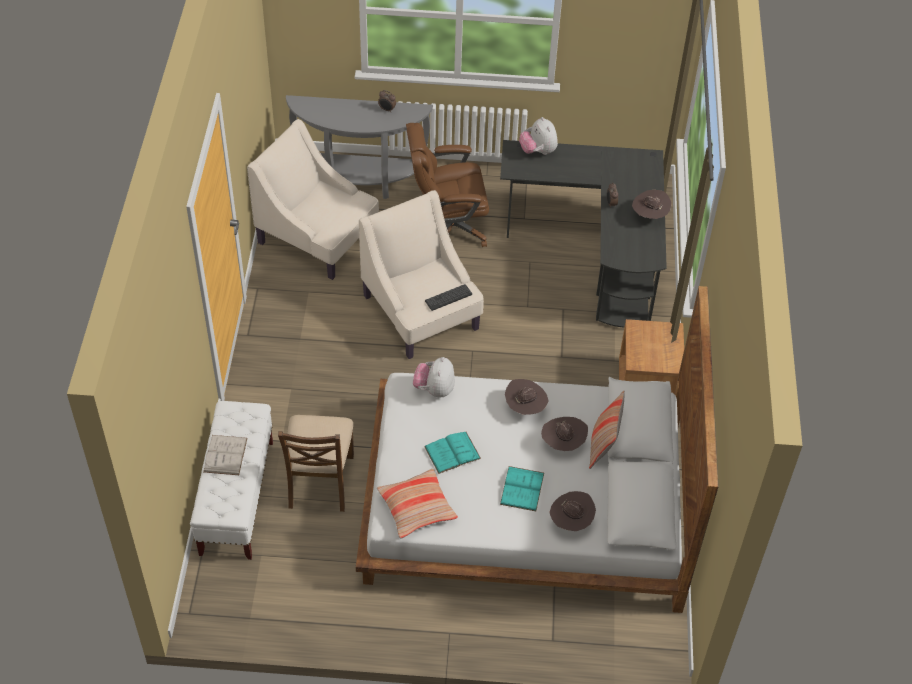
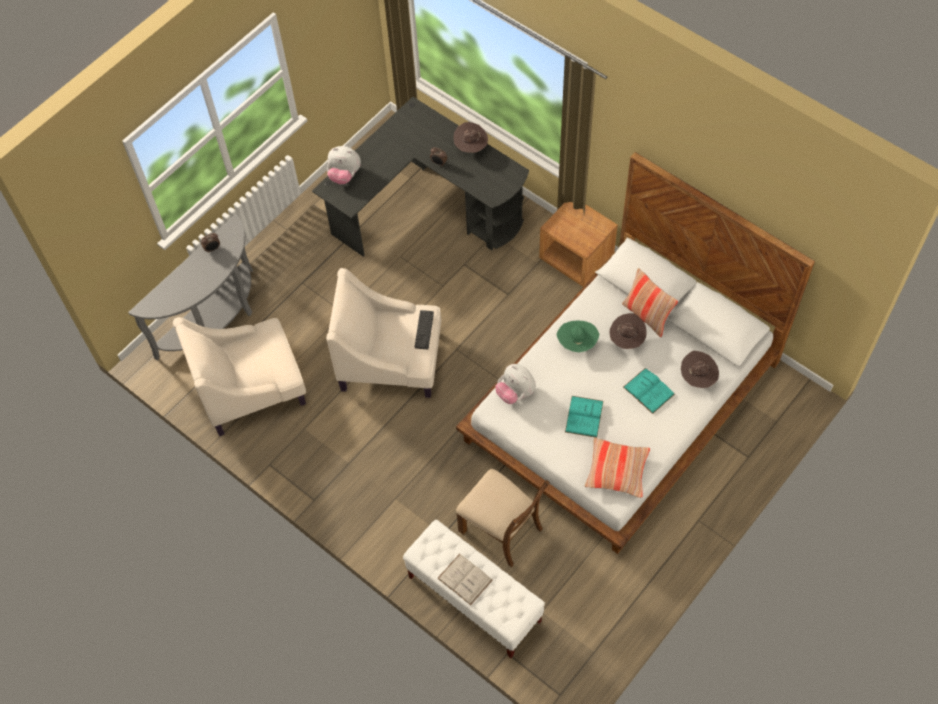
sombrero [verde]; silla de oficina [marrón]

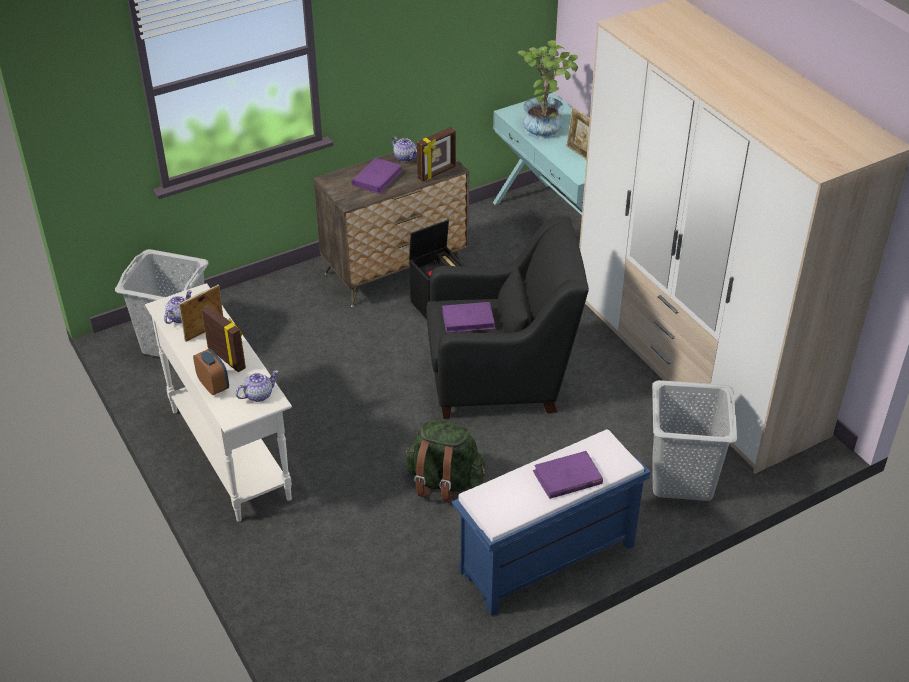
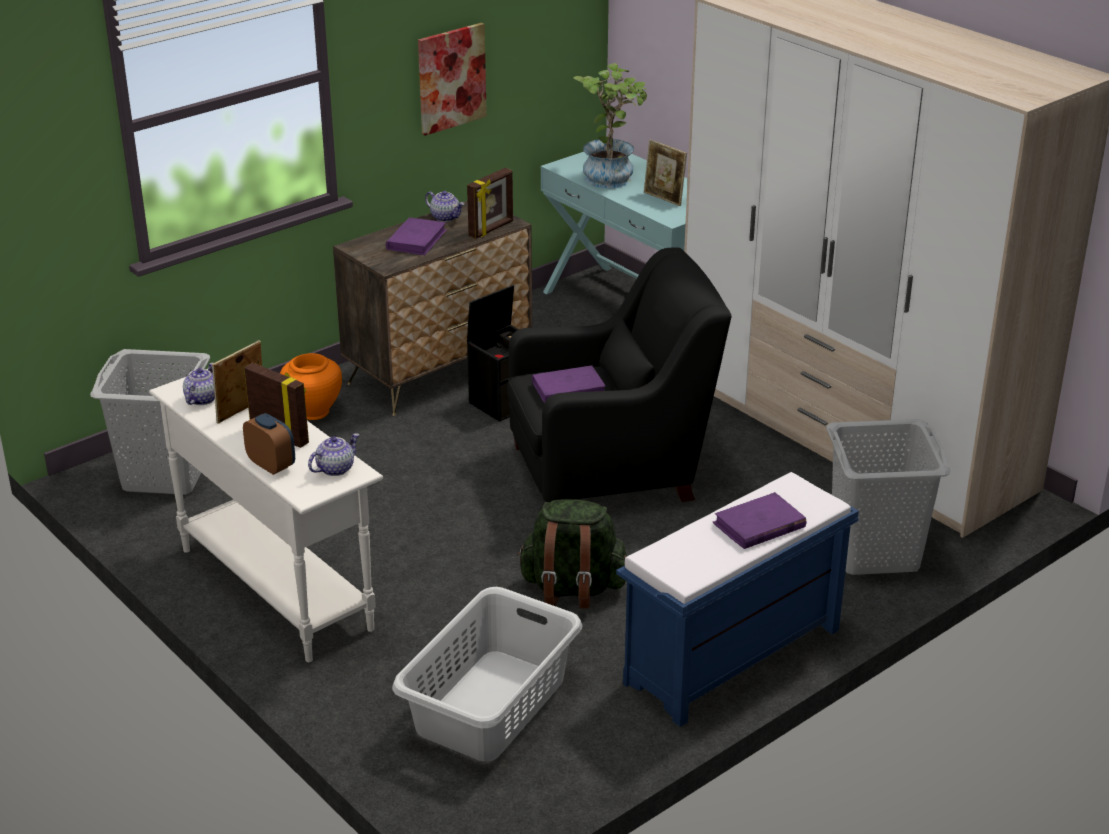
florero [naranja]; cesto de la ropa [gris] (2nd from left); cuadro

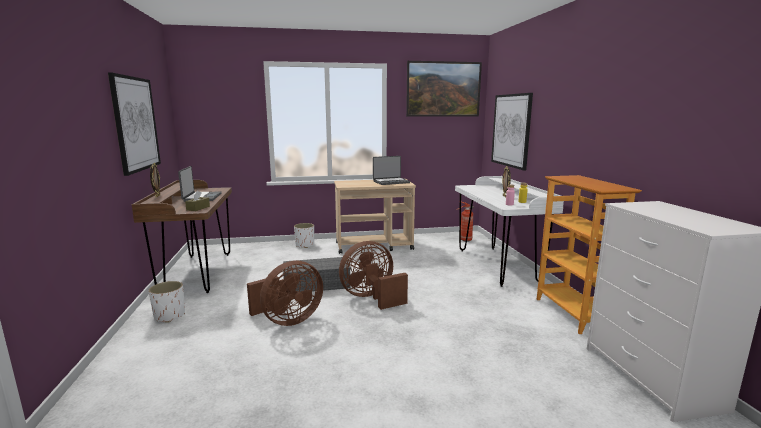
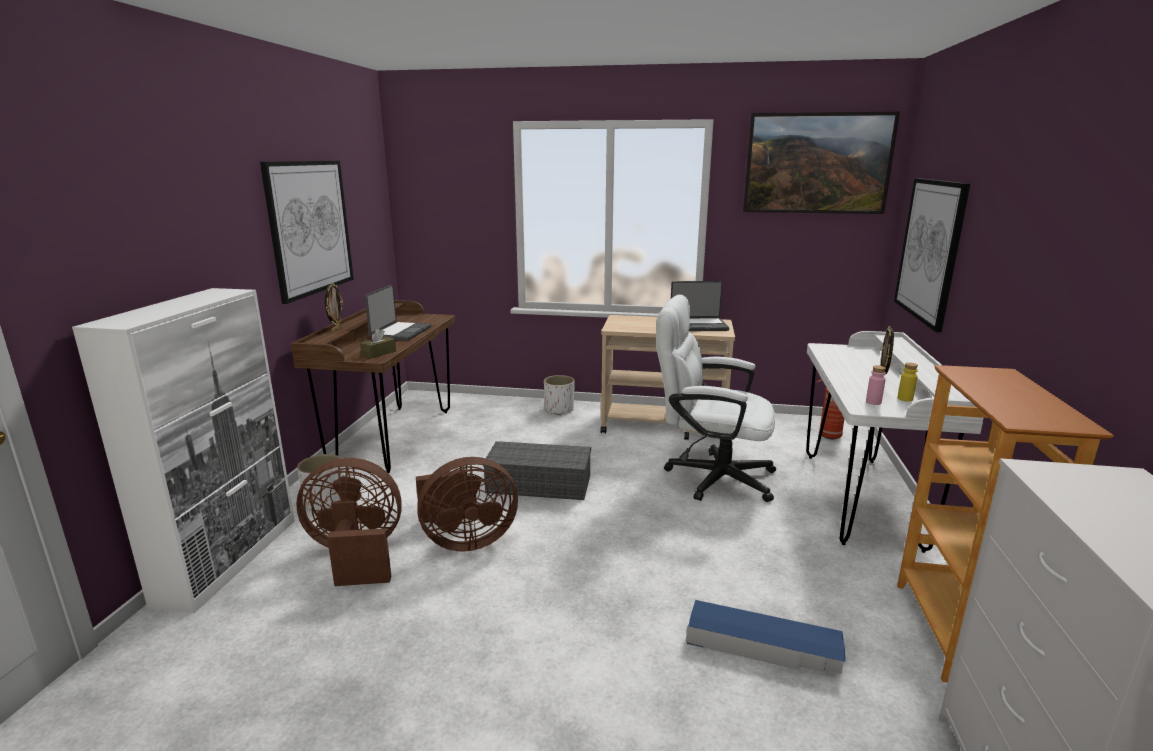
armario [blanco]; ventilador [marrón] (1st from left); silla de oficina [blanco]; caja de almacenaje [azul]

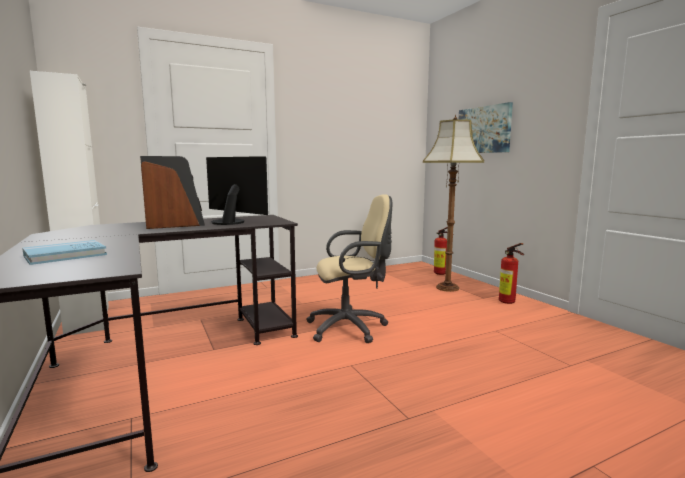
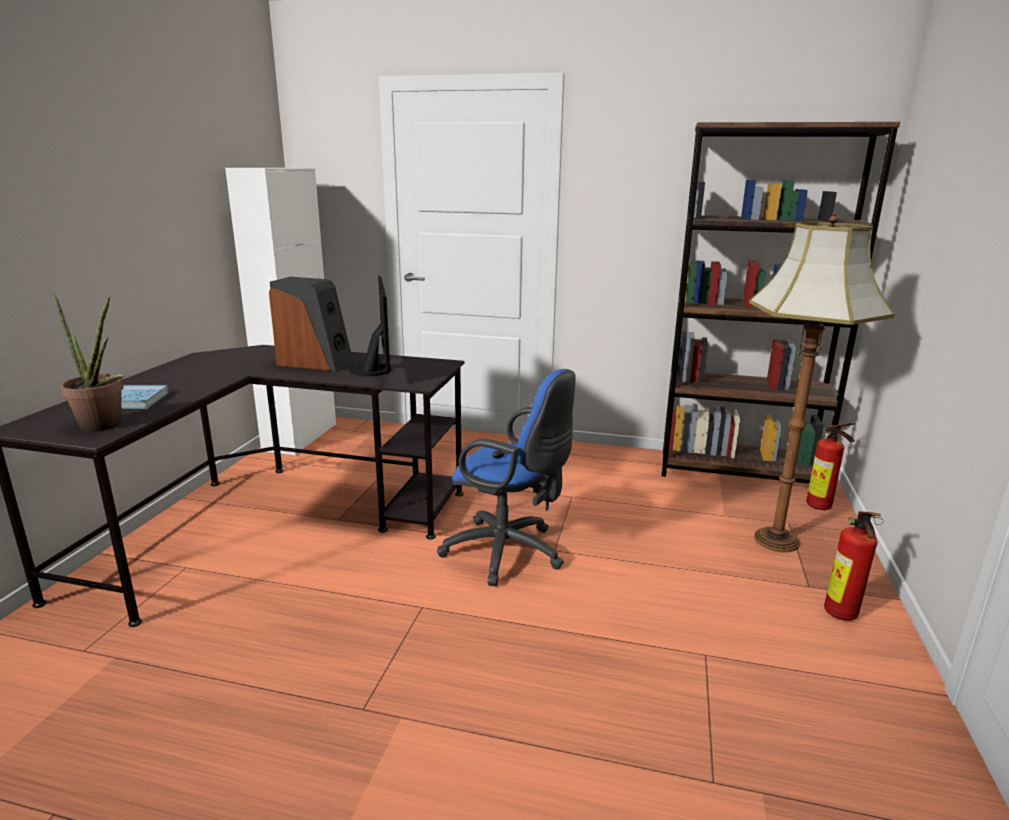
planta en maceta; silla de oficina [azul]; estantería [marrón]; cuadro

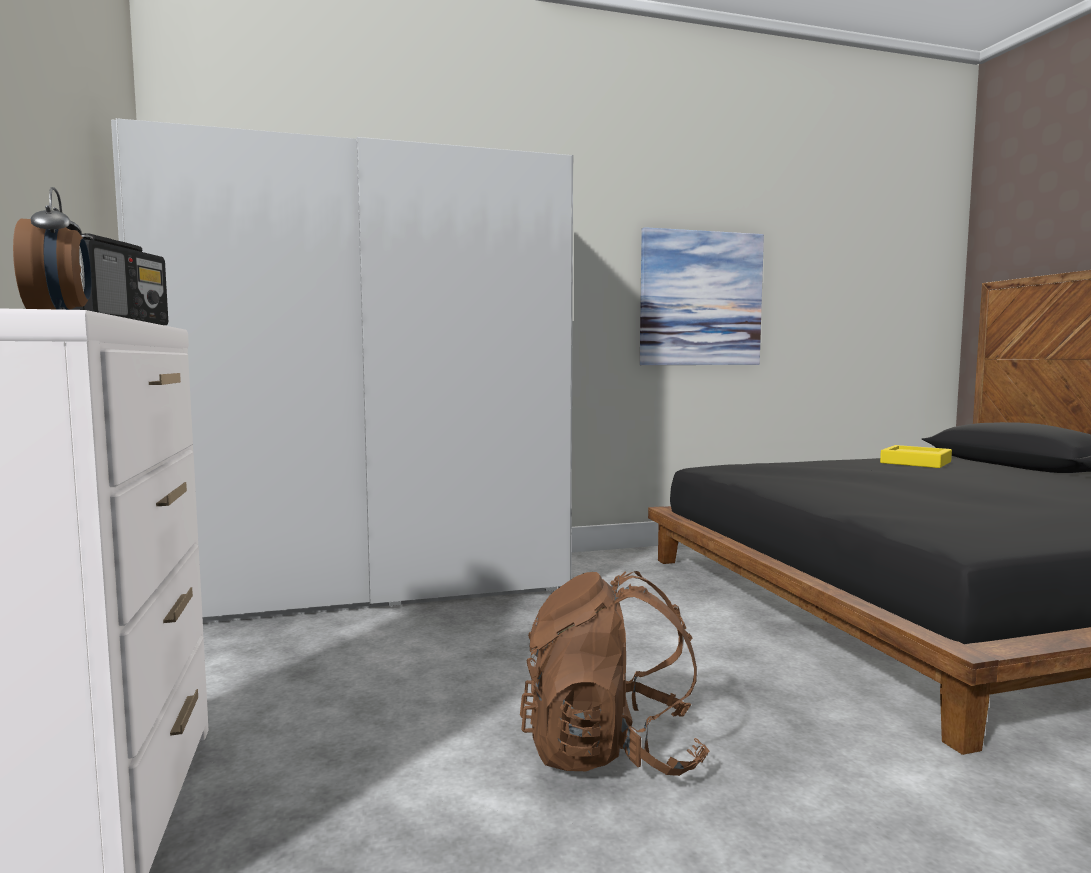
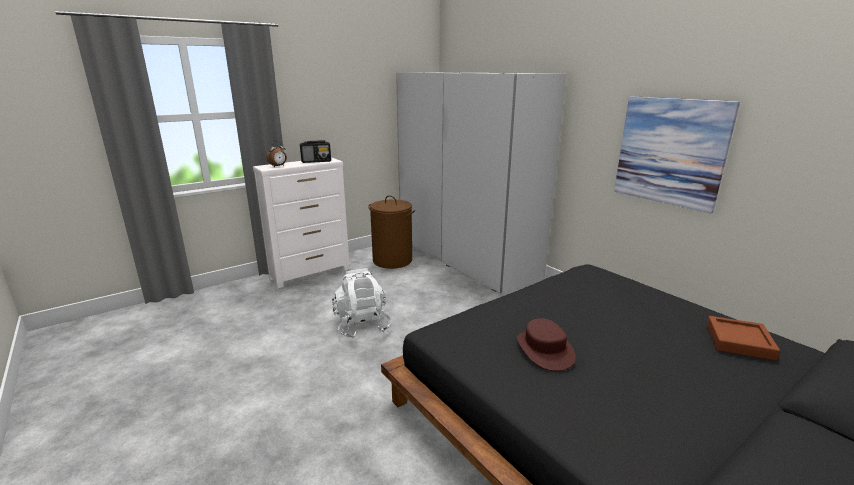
mochila [blanco]; cesto de la ropa [marrón]; sombrero [marrón]; bandeja [marrón]

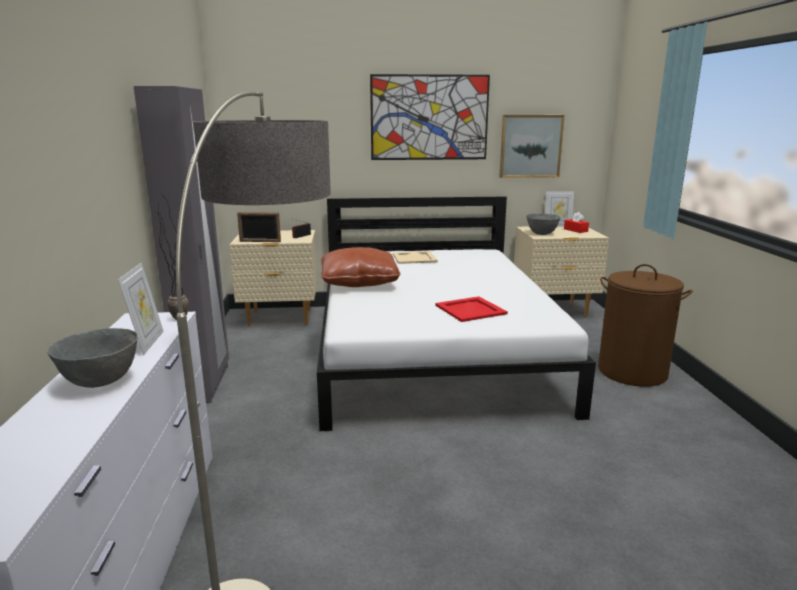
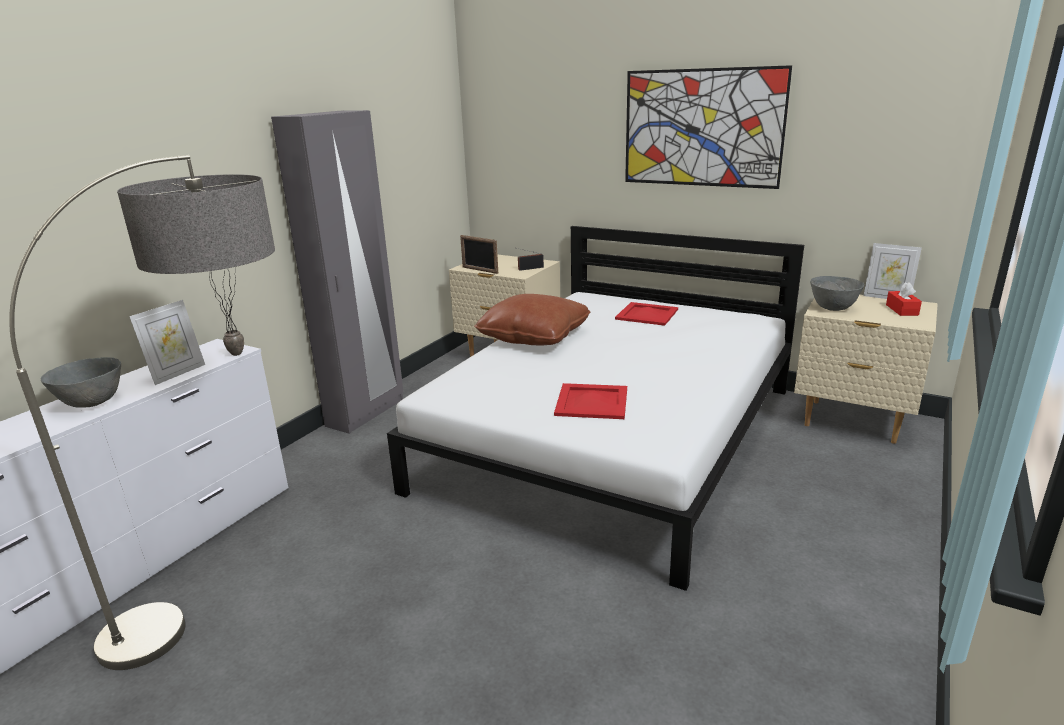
bandeja [rojo] (2nd from left); cuadro (2nd from left in the first image); cesto de la ropa [marrón]

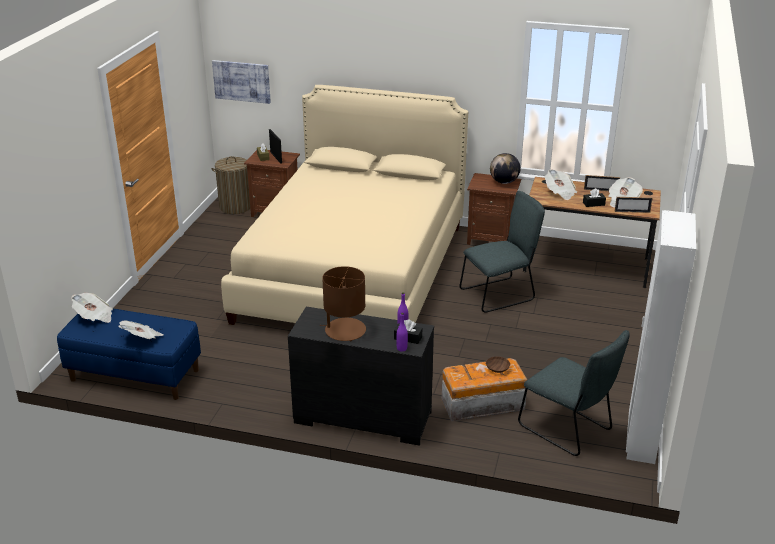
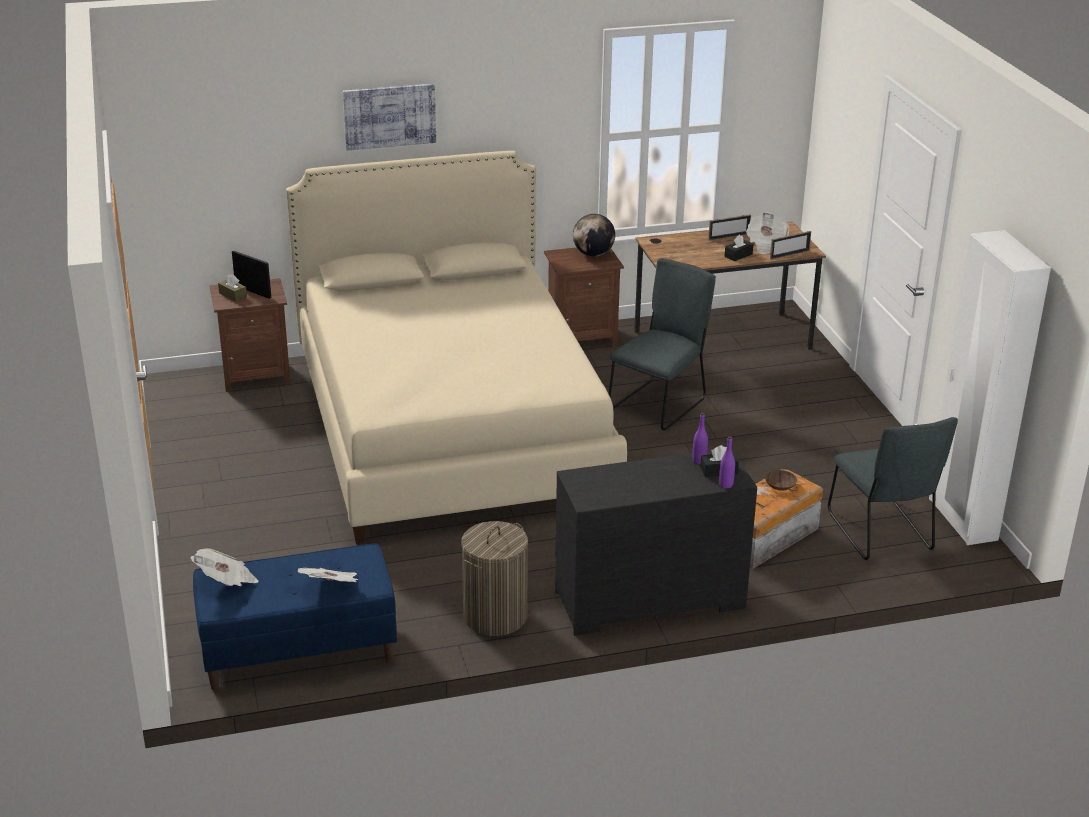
cuadro; cesto de la ropa; silla [gris] (2nd from left); lámpara de mesa [marrón]; periódico (3rd from left in the first image)

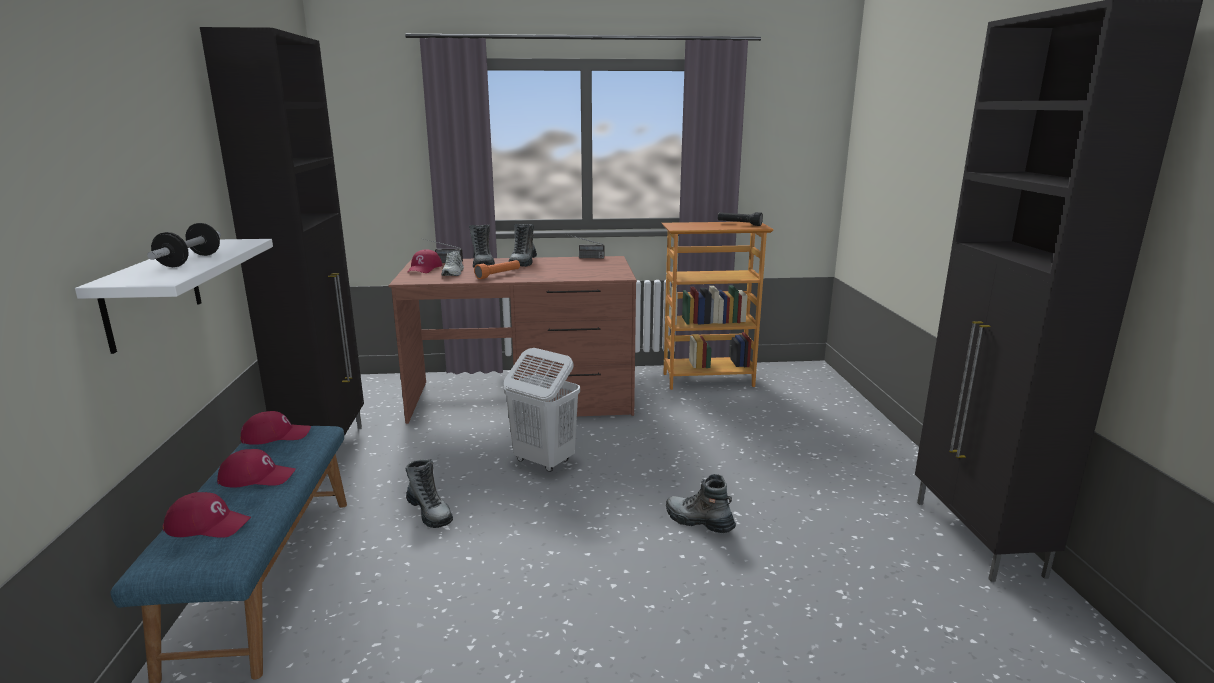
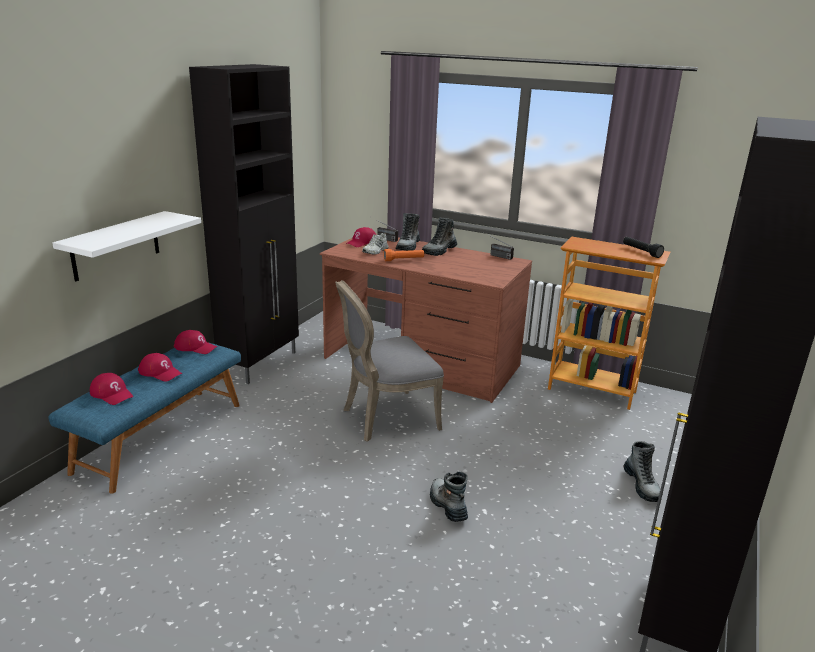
silla [gris]; bota (4th from left); mancuerna

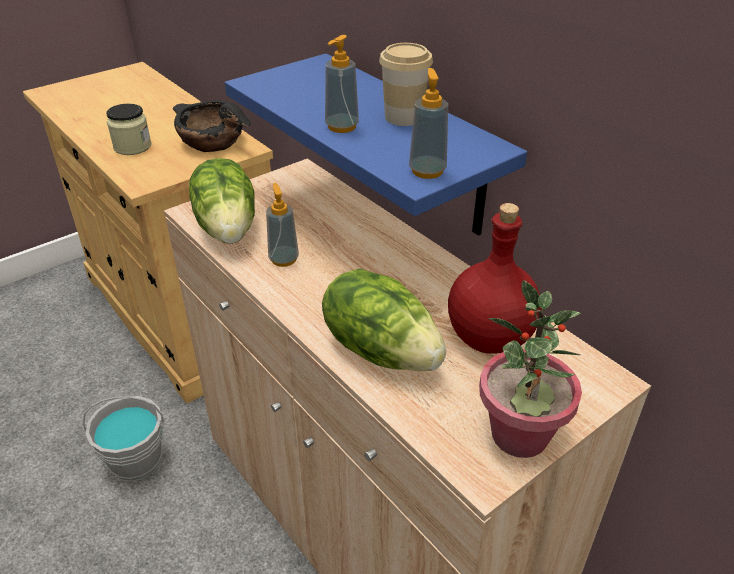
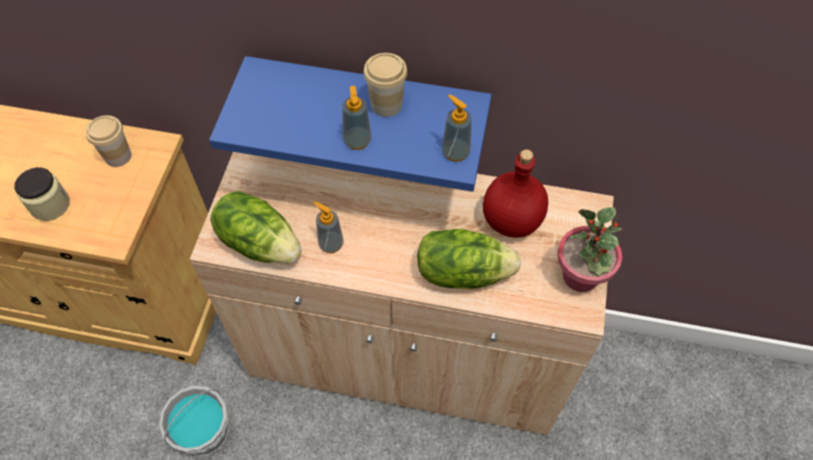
taza (1st from left)

